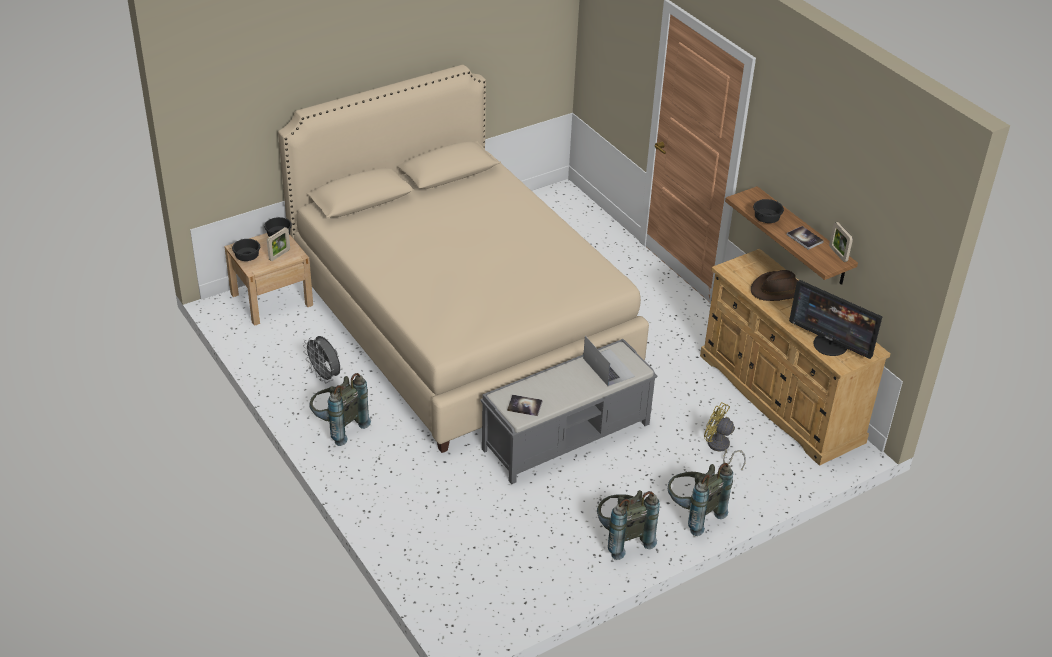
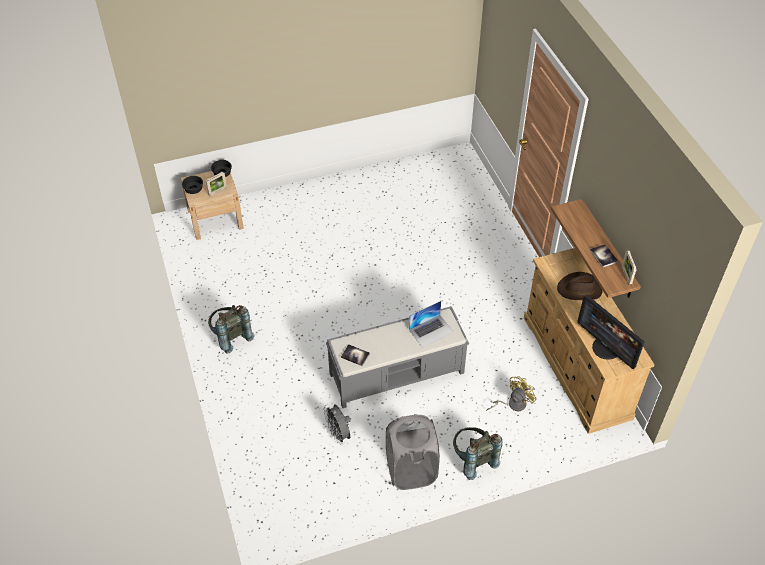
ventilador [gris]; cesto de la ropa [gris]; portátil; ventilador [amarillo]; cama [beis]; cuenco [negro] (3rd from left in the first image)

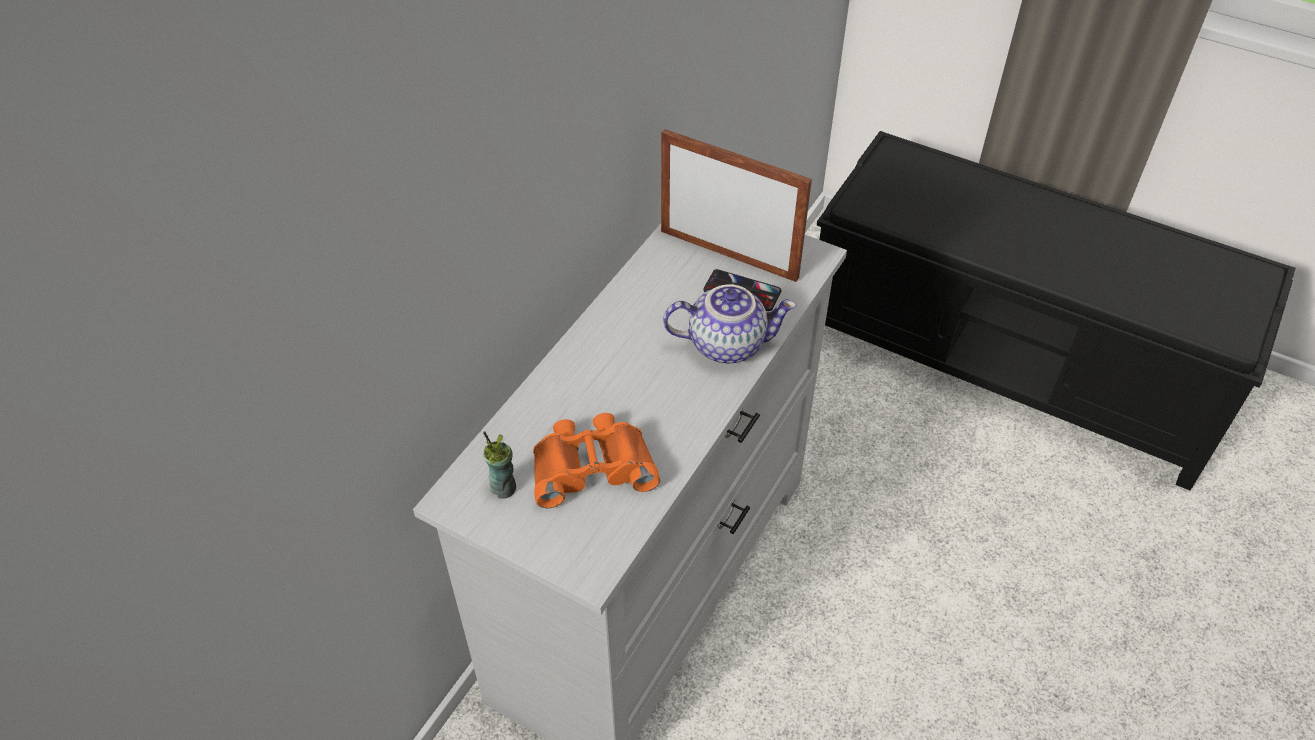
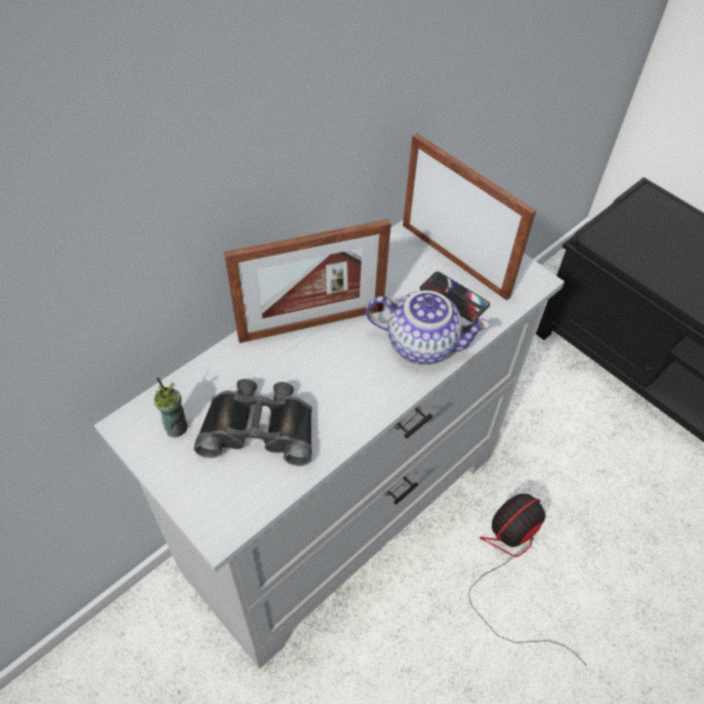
prismáticos [negro]; portarretratos (1st from left); ventilador

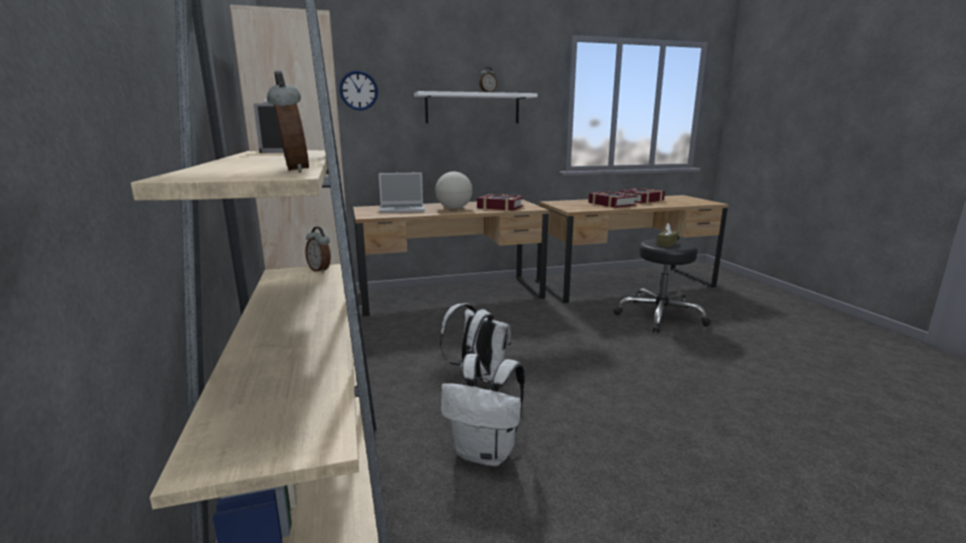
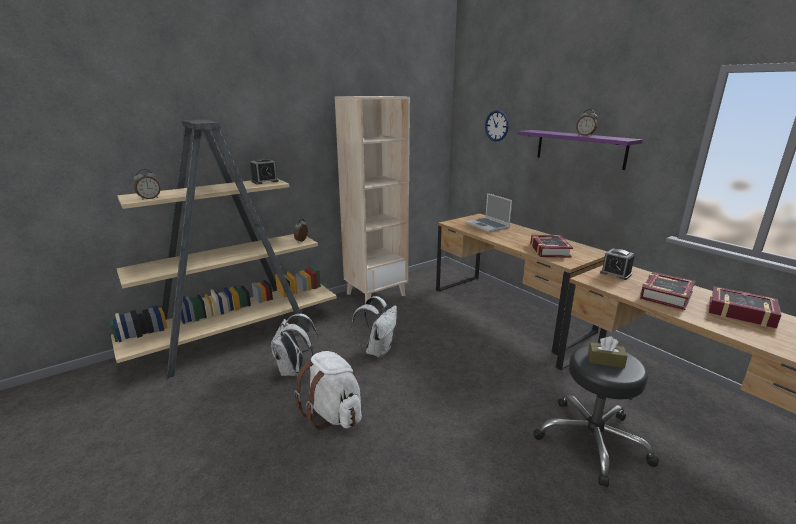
mochila [blanco] (2nd from left); estante [morado]; despertador (5th from left); globo terráqueo

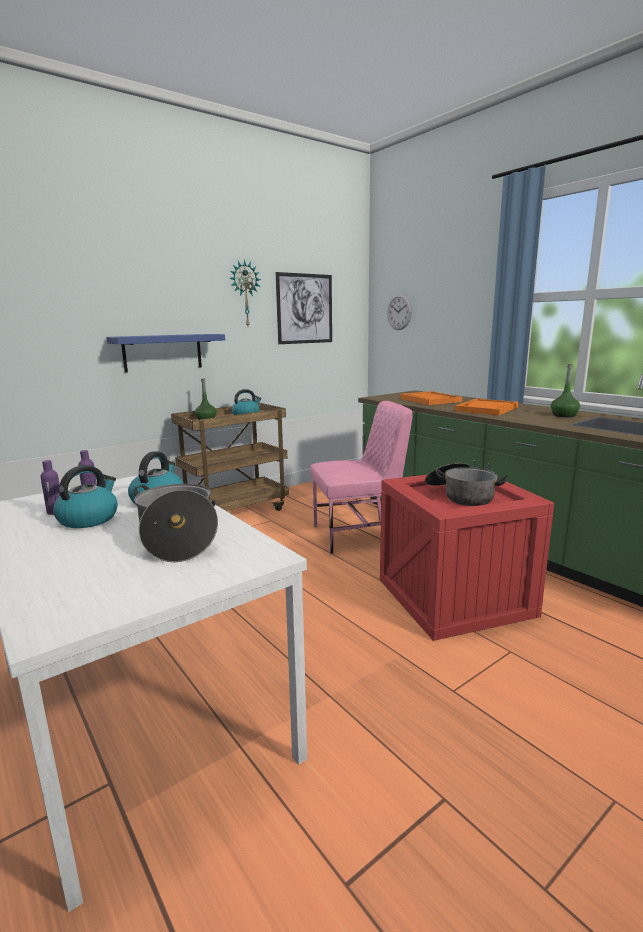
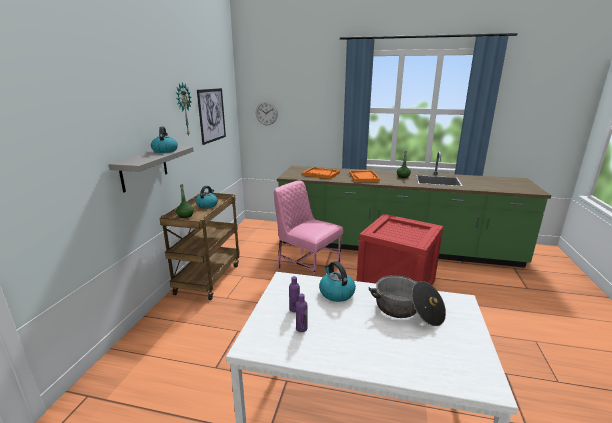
estante [gris]; hervidor (1st from left); silla [rosa]; olla (2nd from left in the first image)

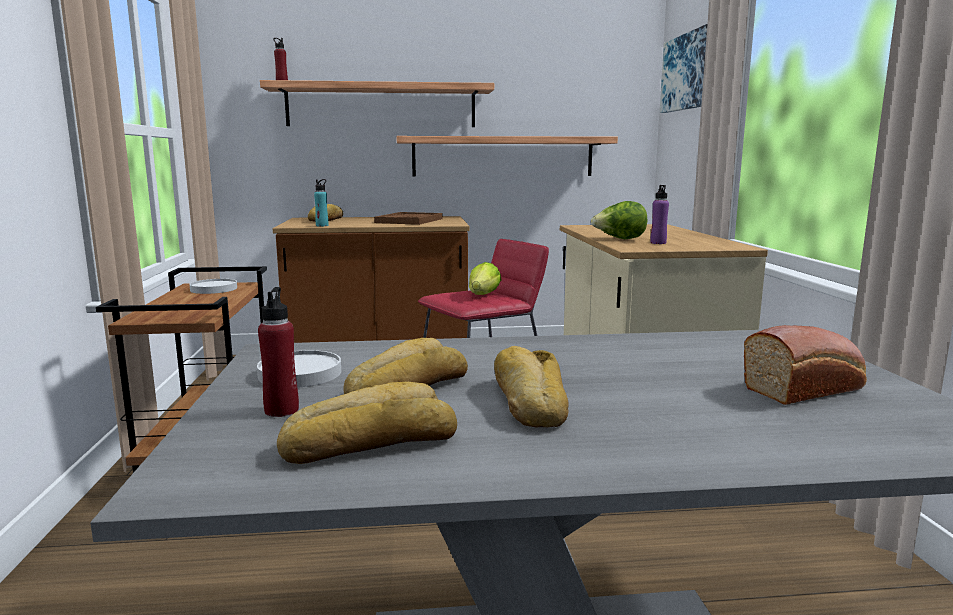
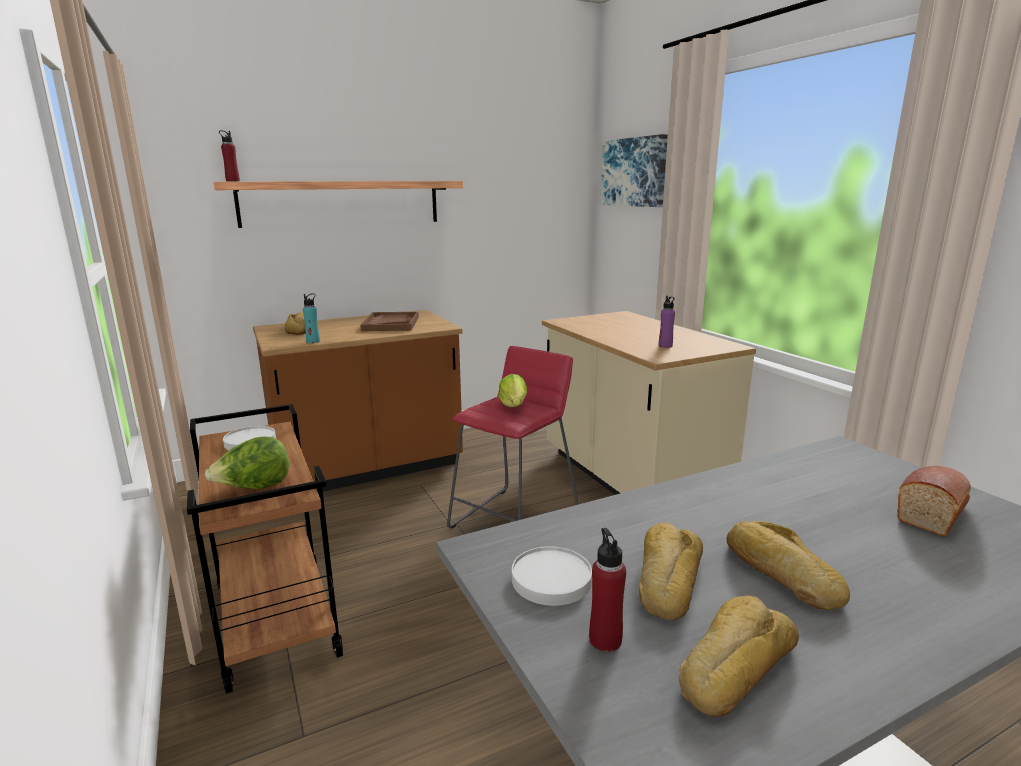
lechuga (1st from left); estante (2nd from left in the first image)

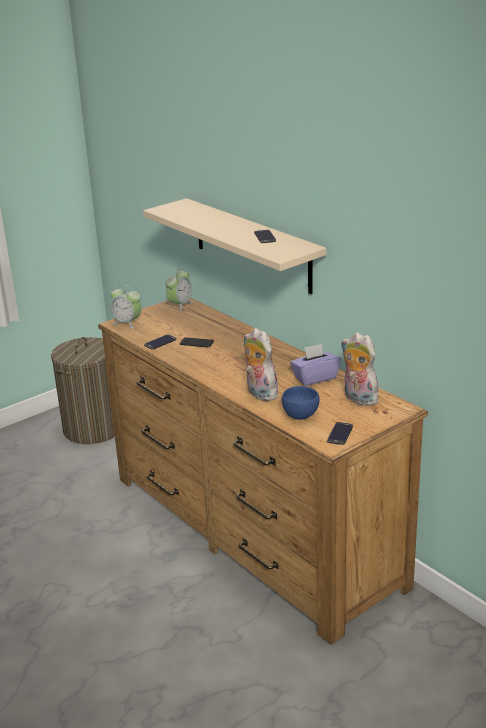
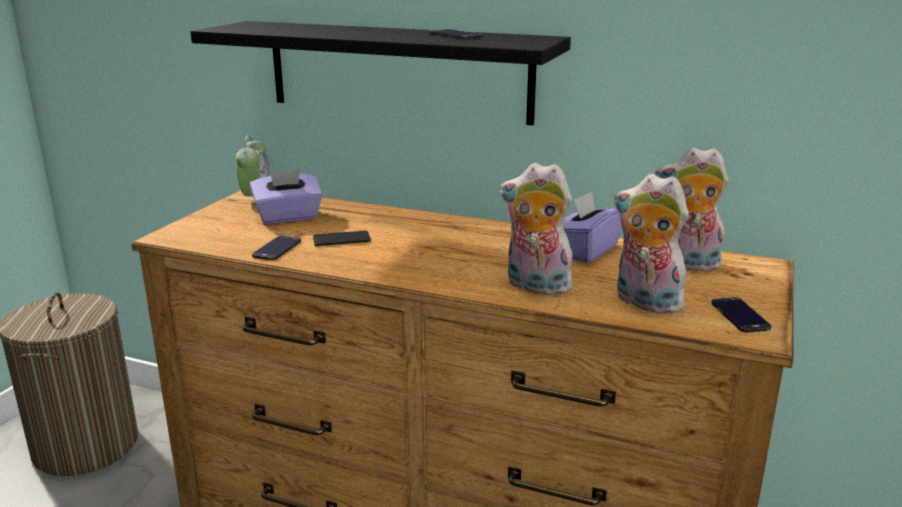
estante [negro]; caja de pañuelos [morado] (1st from left); peluche (2nd from left); despertador (1st from left in the first image)

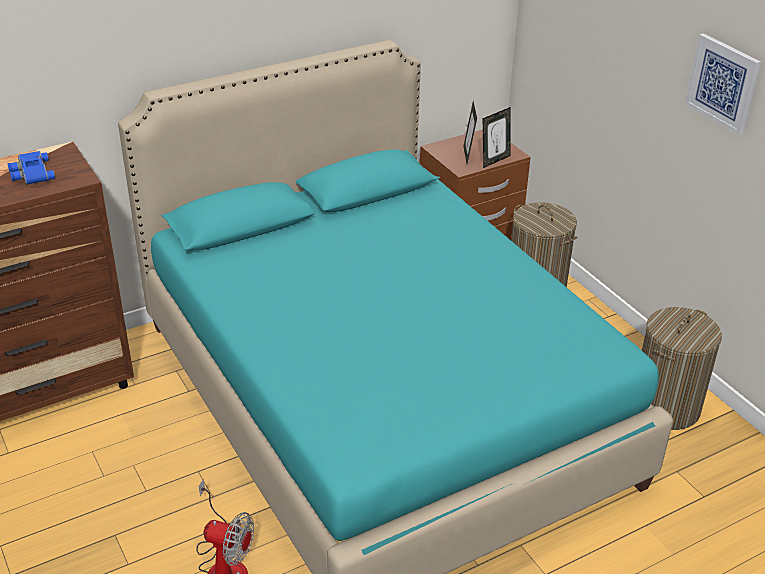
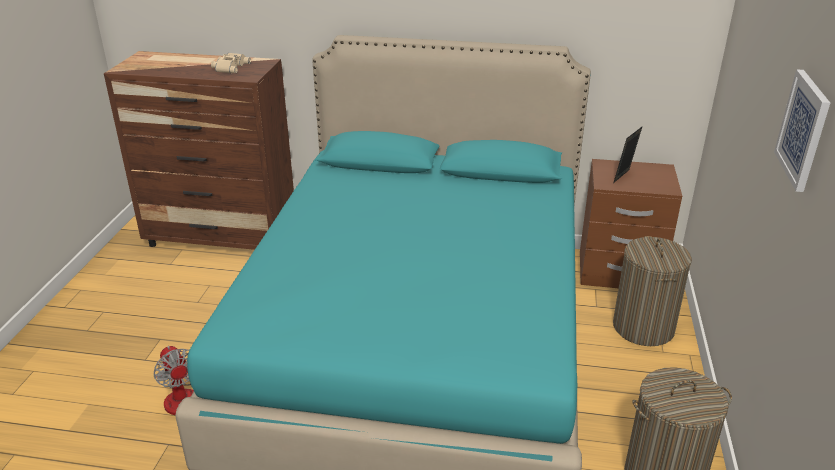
prismáticos [beis]; portarretratos (2nd from left in the first image)

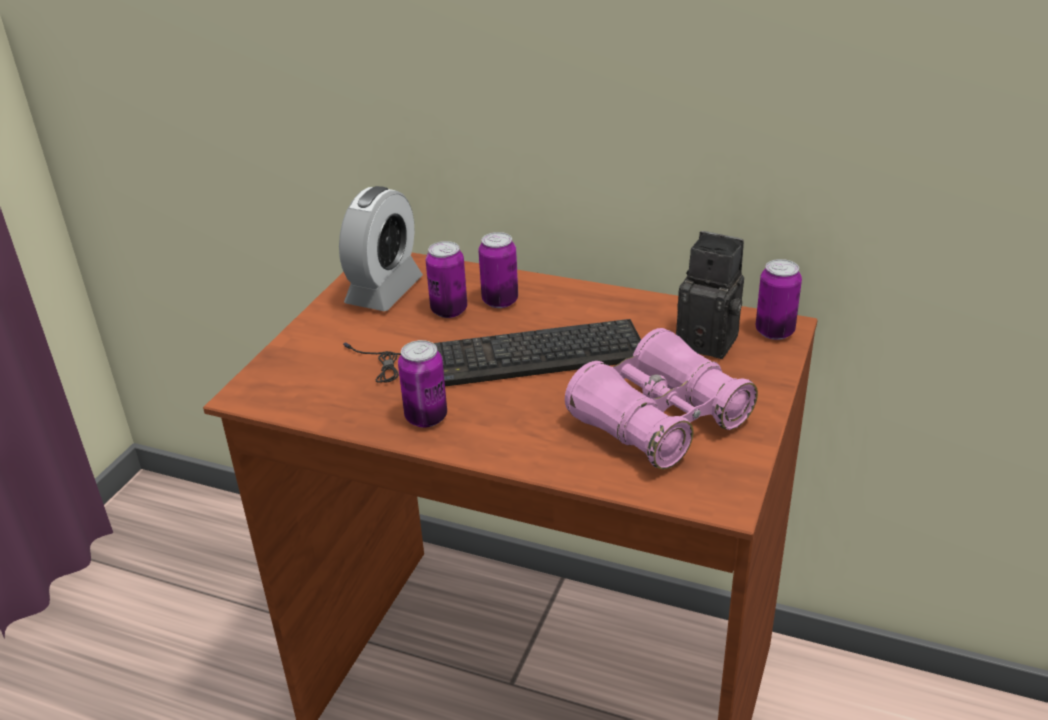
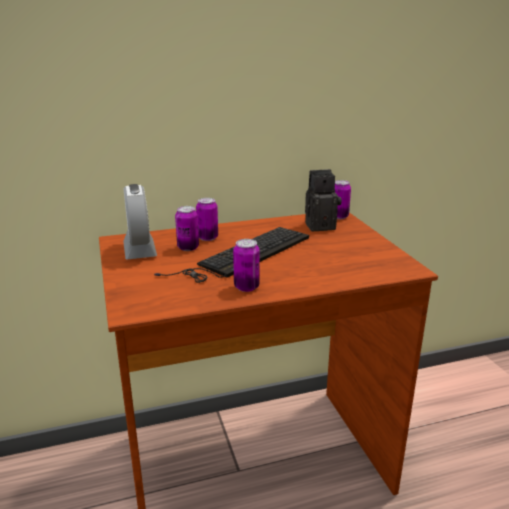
prismáticos [rosa]

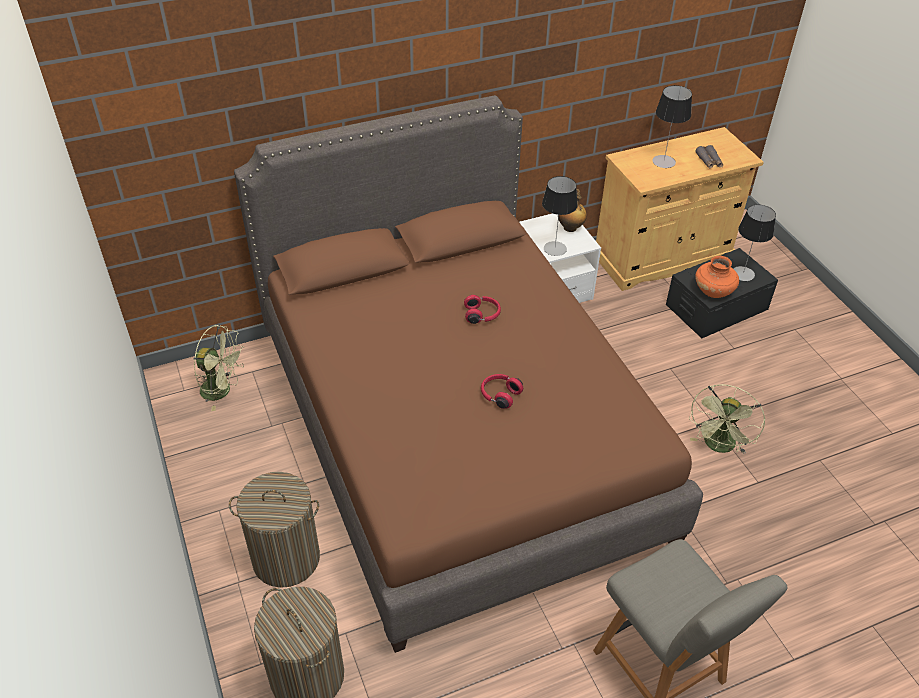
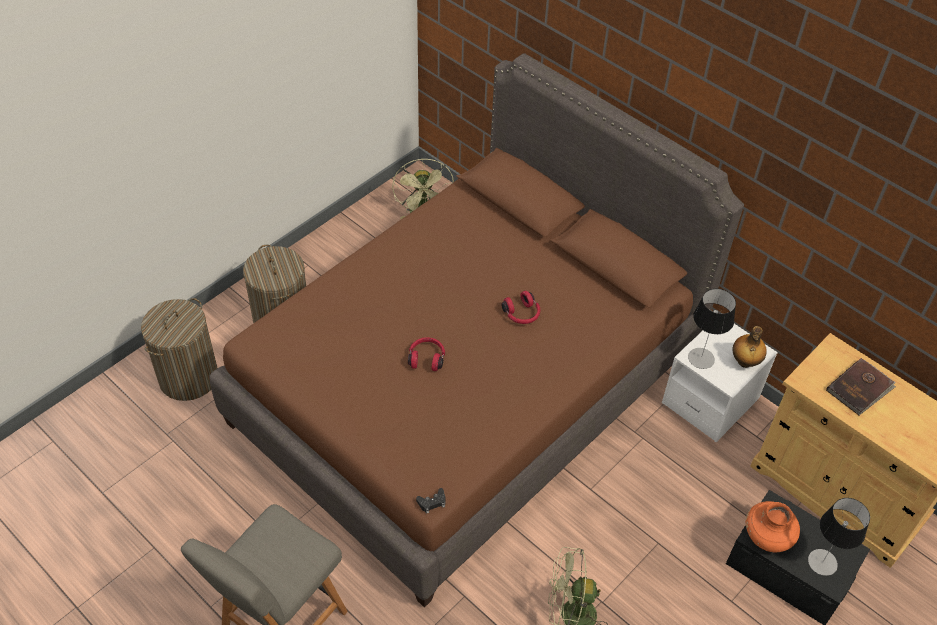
mando de consola [negro]; libro [marrón]; prismáticos [gris]

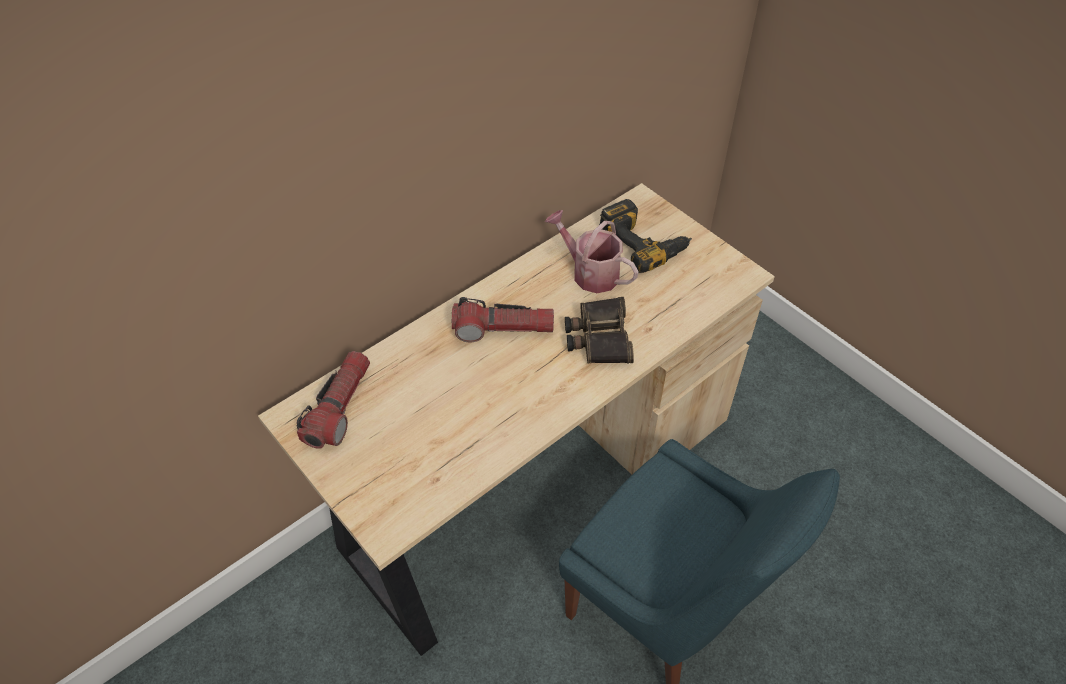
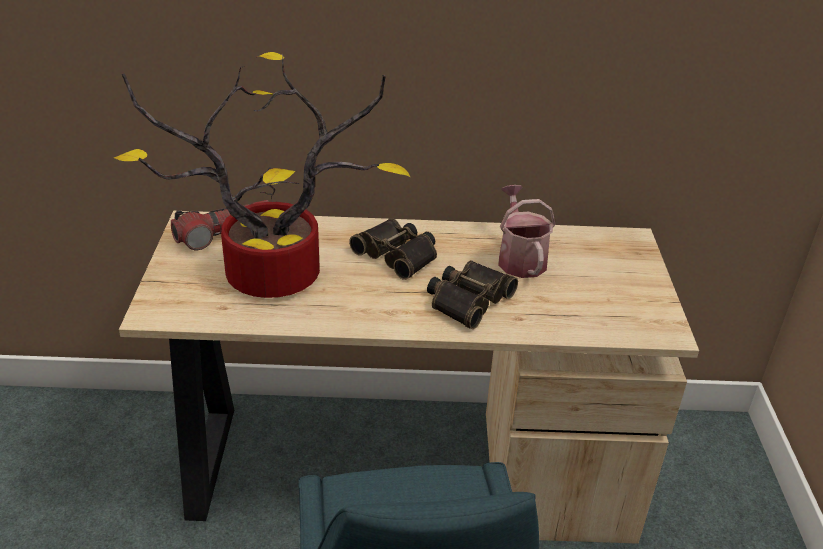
planta en maceta; prismáticos (1st from left); taladro

